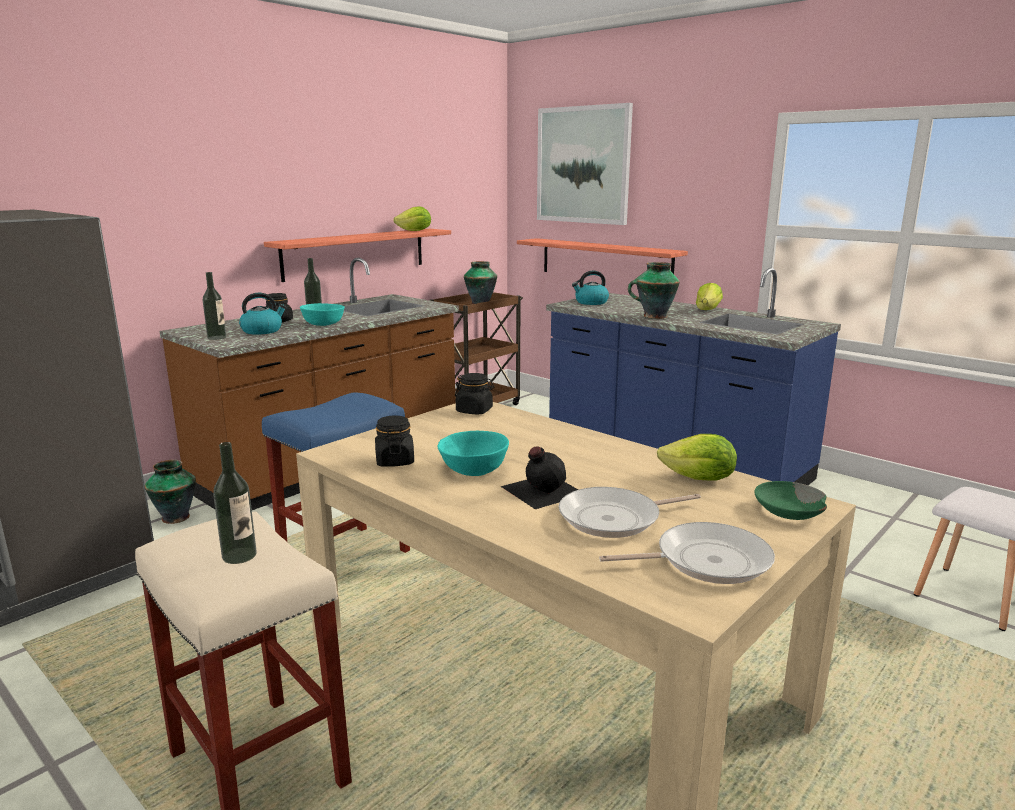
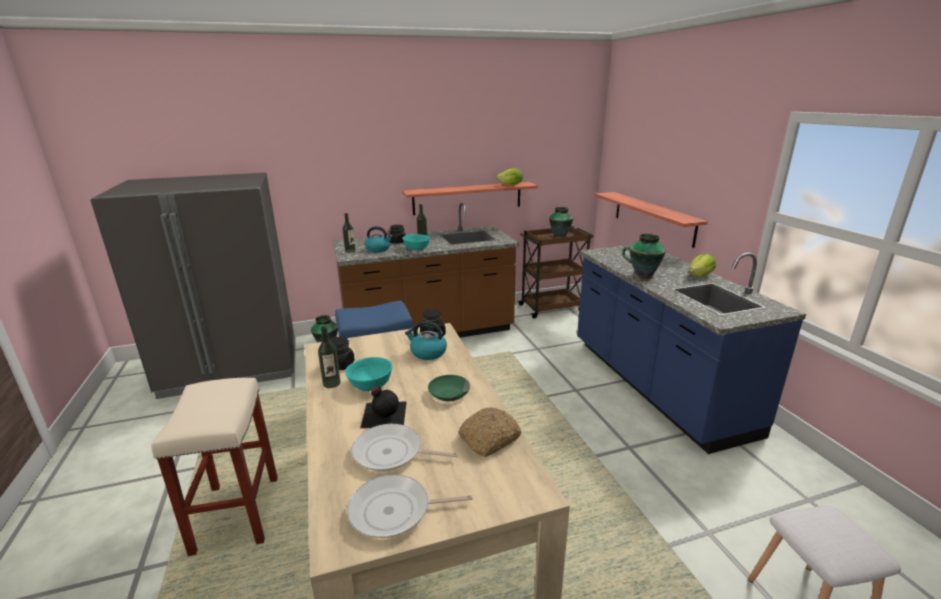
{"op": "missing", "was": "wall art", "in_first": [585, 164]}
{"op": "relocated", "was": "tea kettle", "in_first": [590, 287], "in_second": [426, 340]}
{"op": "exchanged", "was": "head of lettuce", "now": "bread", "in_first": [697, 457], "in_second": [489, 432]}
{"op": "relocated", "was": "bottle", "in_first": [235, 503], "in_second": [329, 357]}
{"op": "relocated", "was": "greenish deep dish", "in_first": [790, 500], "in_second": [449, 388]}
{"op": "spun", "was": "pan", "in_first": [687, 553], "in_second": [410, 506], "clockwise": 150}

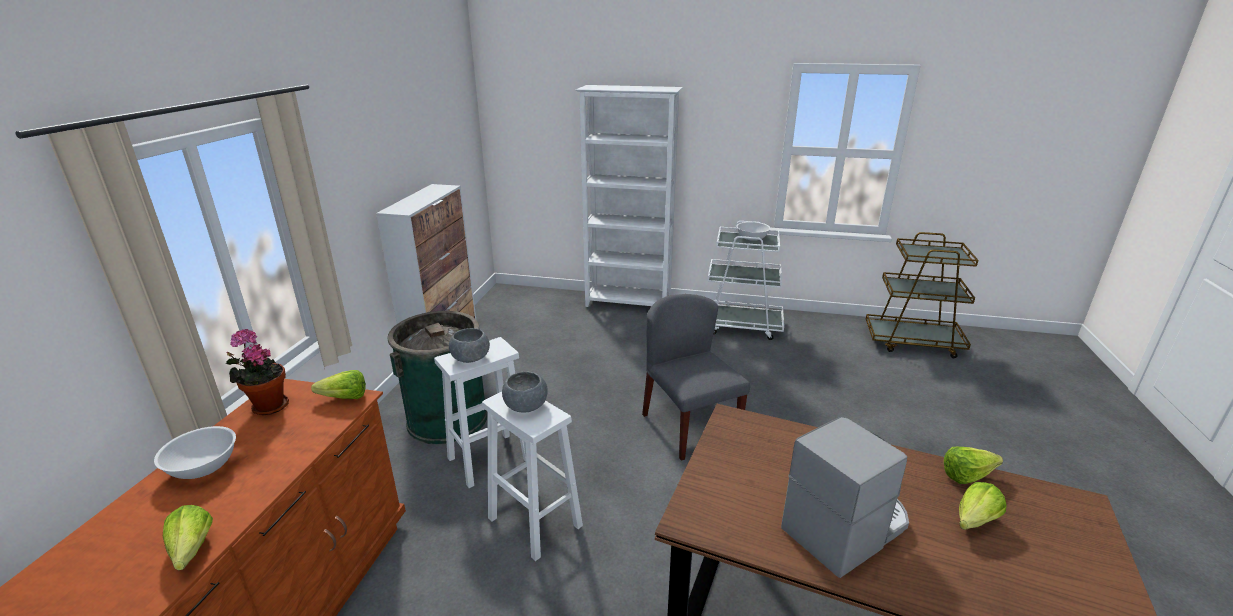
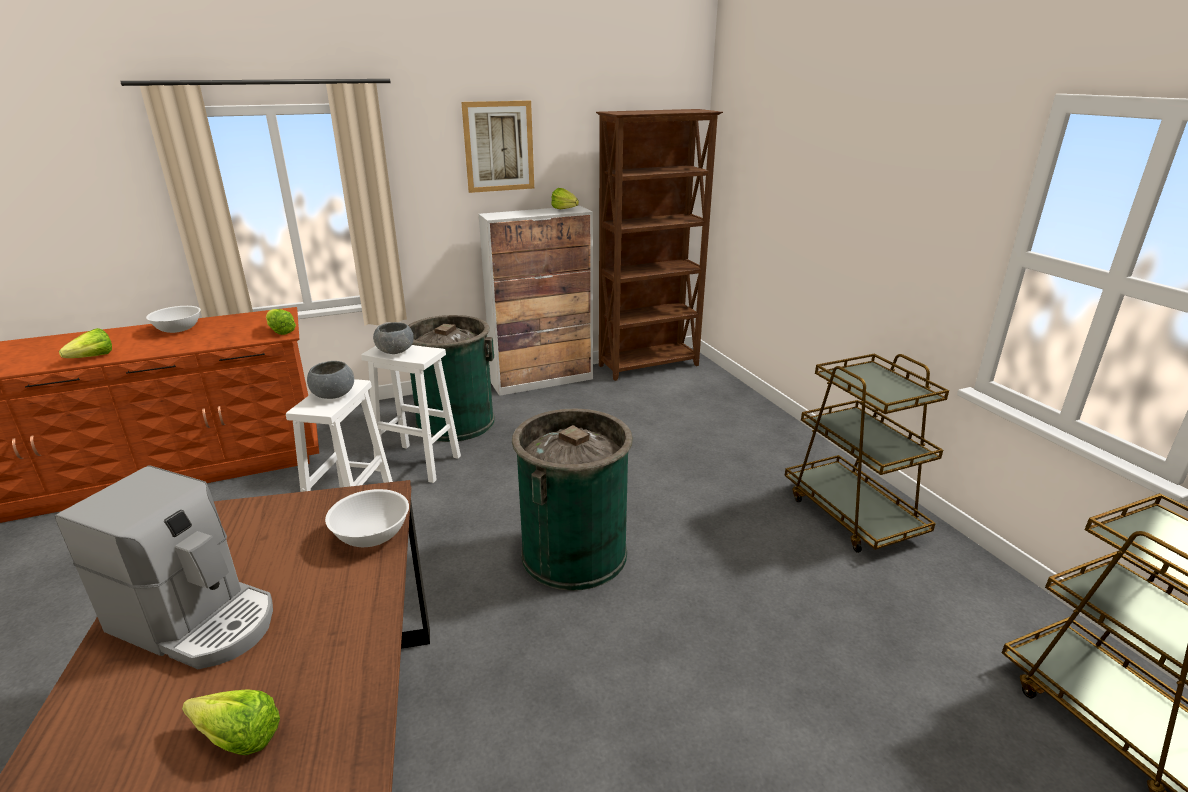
{"op": "missing", "was": "whitish bookcase", "in_first": [629, 196]}
{"op": "colour", "was": "whitish wheeled cart", "now": "brown-coloured wheeled cart", "in_first": [745, 280], "in_second": [867, 453]}
{"op": "relocated", "was": "whitish deep dish", "in_first": [753, 231], "in_second": [367, 518]}
{"op": "exchanged", "was": "gray plain chair", "now": "greenish trash can", "in_first": [696, 377], "in_second": [572, 500]}
{"op": "missing", "was": "potted plant", "in_first": [257, 372]}
{"op": "relocated", "was": "head of lettuce", "in_first": [973, 465], "in_second": [565, 198]}
{"op": "appeared", "now": "wall art", "in_second": [497, 147]}
{"op": "appeared", "now": "brown-coloured bookcase", "in_second": [659, 245]}

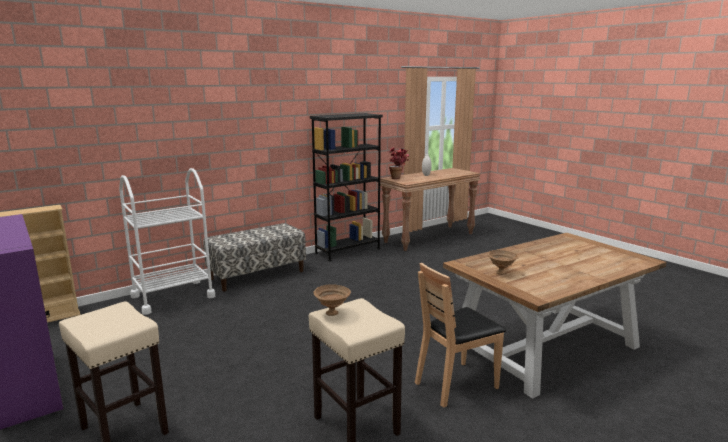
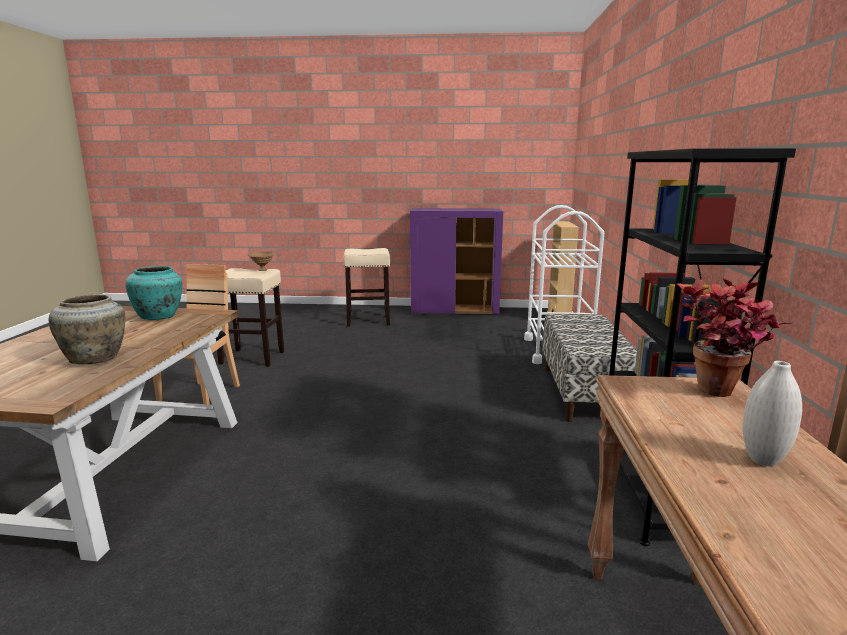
{"op": "exchanged", "was": "brown-coloured deep dish", "now": "blue-green flower vase", "in_first": [503, 262], "in_second": [154, 293]}
{"op": "appeared", "now": "beige-coloured flower vase", "in_second": [87, 329]}

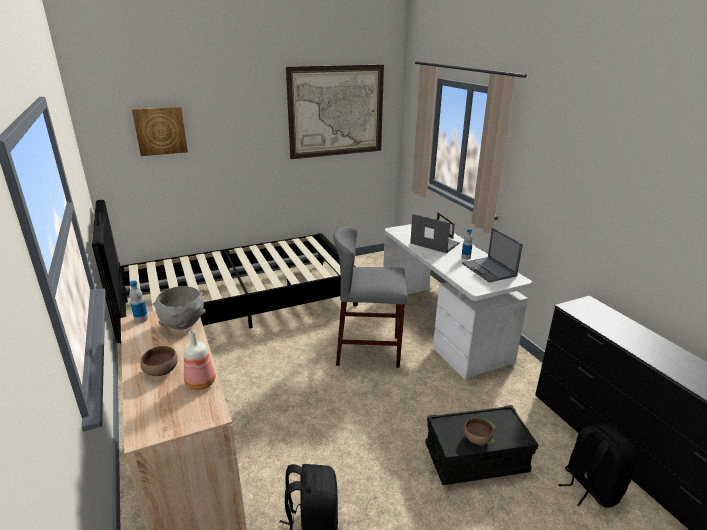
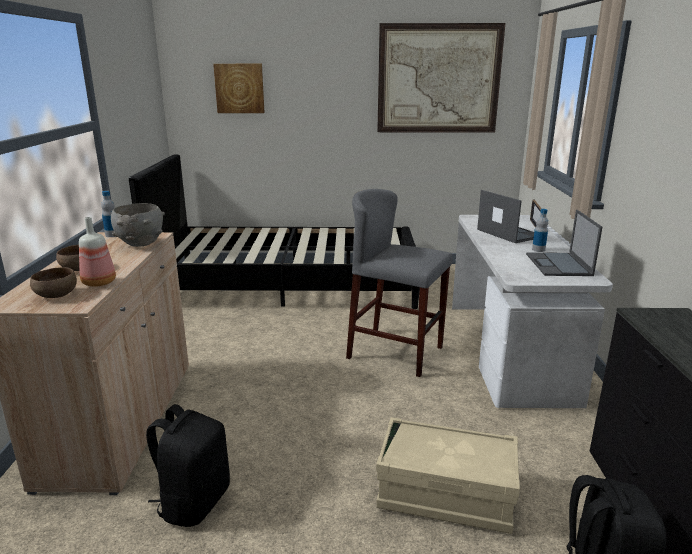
{"op": "colour", "was": "black storage bin", "now": "beige-coloured storage bin", "in_first": [482, 445], "in_second": [448, 475]}
{"op": "relocated", "was": "brown-coloured deep dish", "in_first": [479, 431], "in_second": [53, 282]}

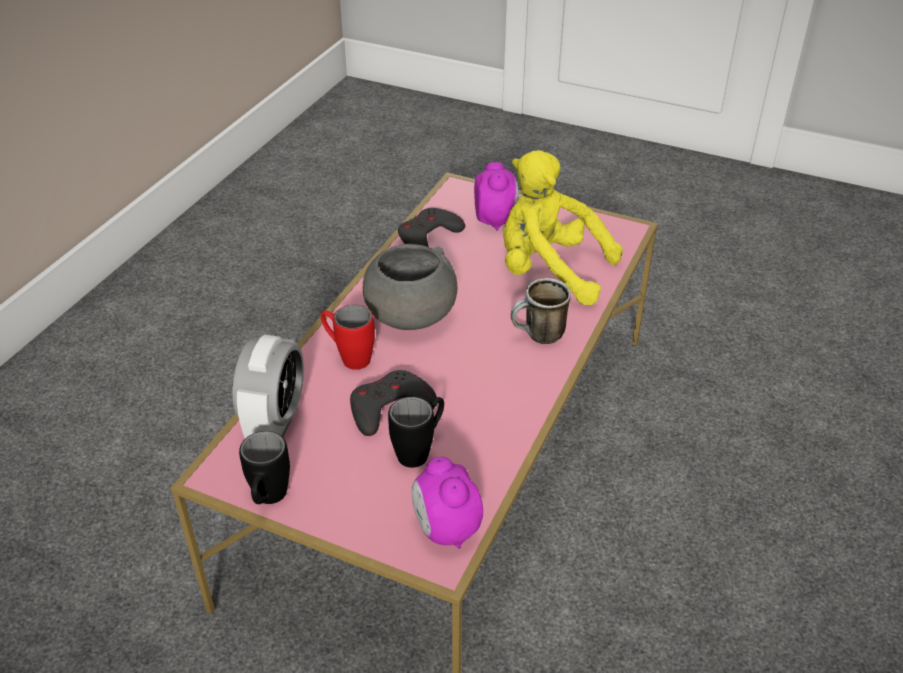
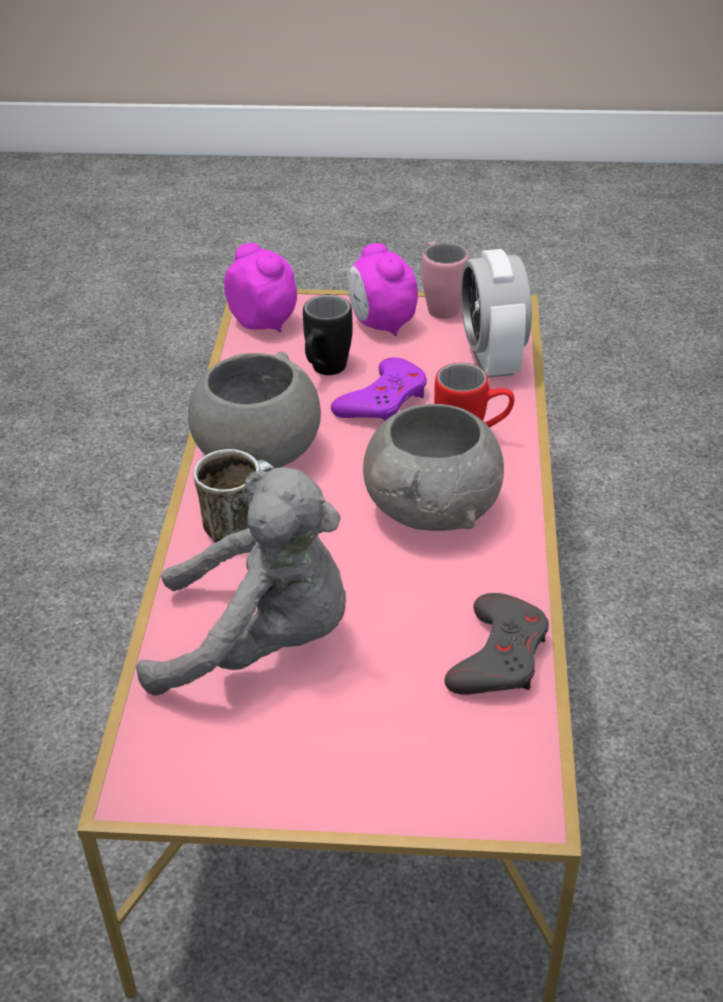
{"op": "colour", "was": "yellowish soft toy", "now": "gray soft toy", "in_first": [563, 227], "in_second": [241, 581]}
{"op": "relocated", "was": "alarm clock", "in_first": [496, 196], "in_second": [383, 289]}
{"op": "colour", "was": "gray gamepad", "now": "purple gamepad", "in_first": [393, 403], "in_second": [379, 389]}
{"op": "colour", "was": "black coffee mug", "now": "pink-coloured coffee mug", "in_first": [264, 467], "in_second": [445, 280]}
{"op": "appeared", "now": "gray deep dish", "in_second": [254, 412]}

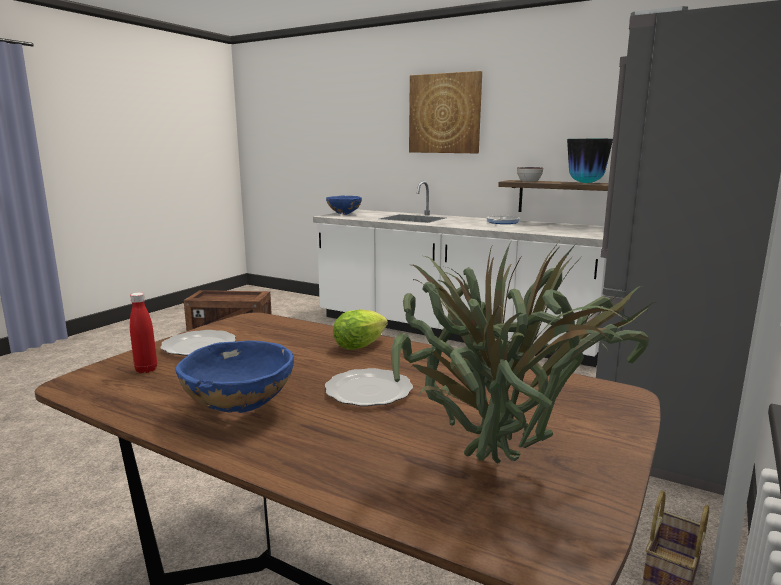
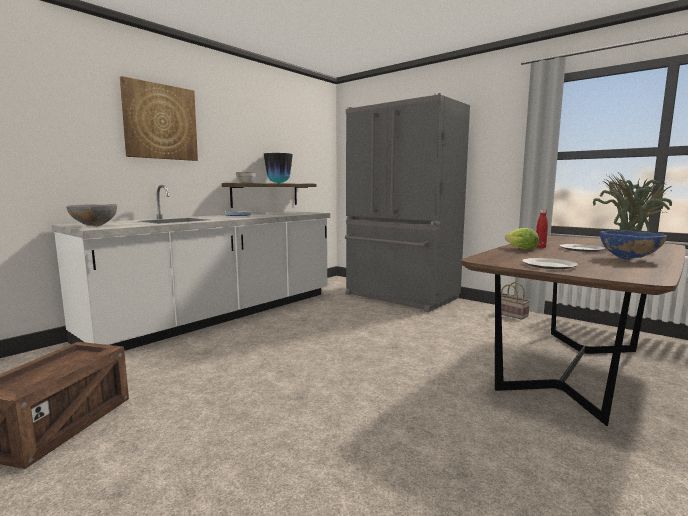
{"op": "colour", "was": "blue-coloured deep dish", "now": "gray deep dish", "in_first": [344, 205], "in_second": [91, 215]}
{"op": "relocated", "was": "red bottle", "in_first": [143, 332], "in_second": [542, 228]}

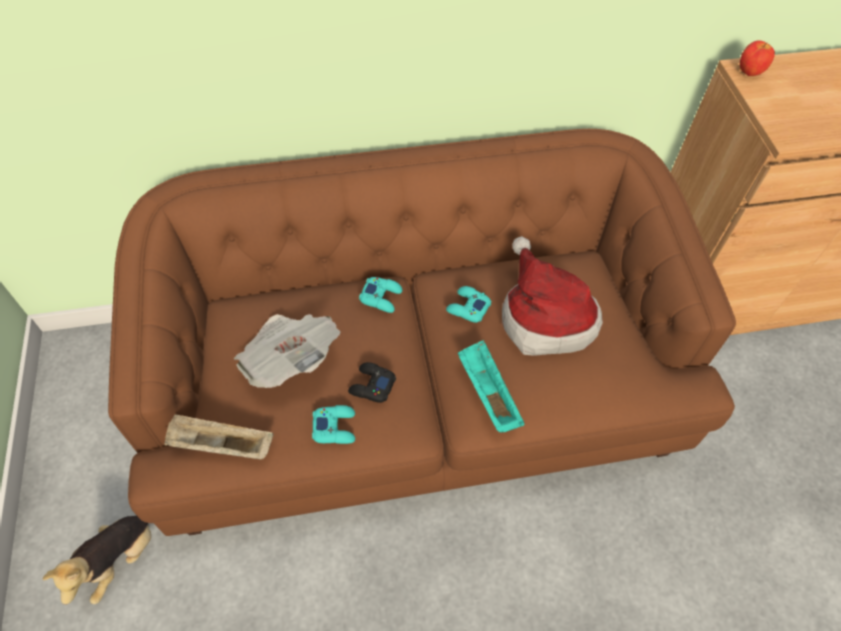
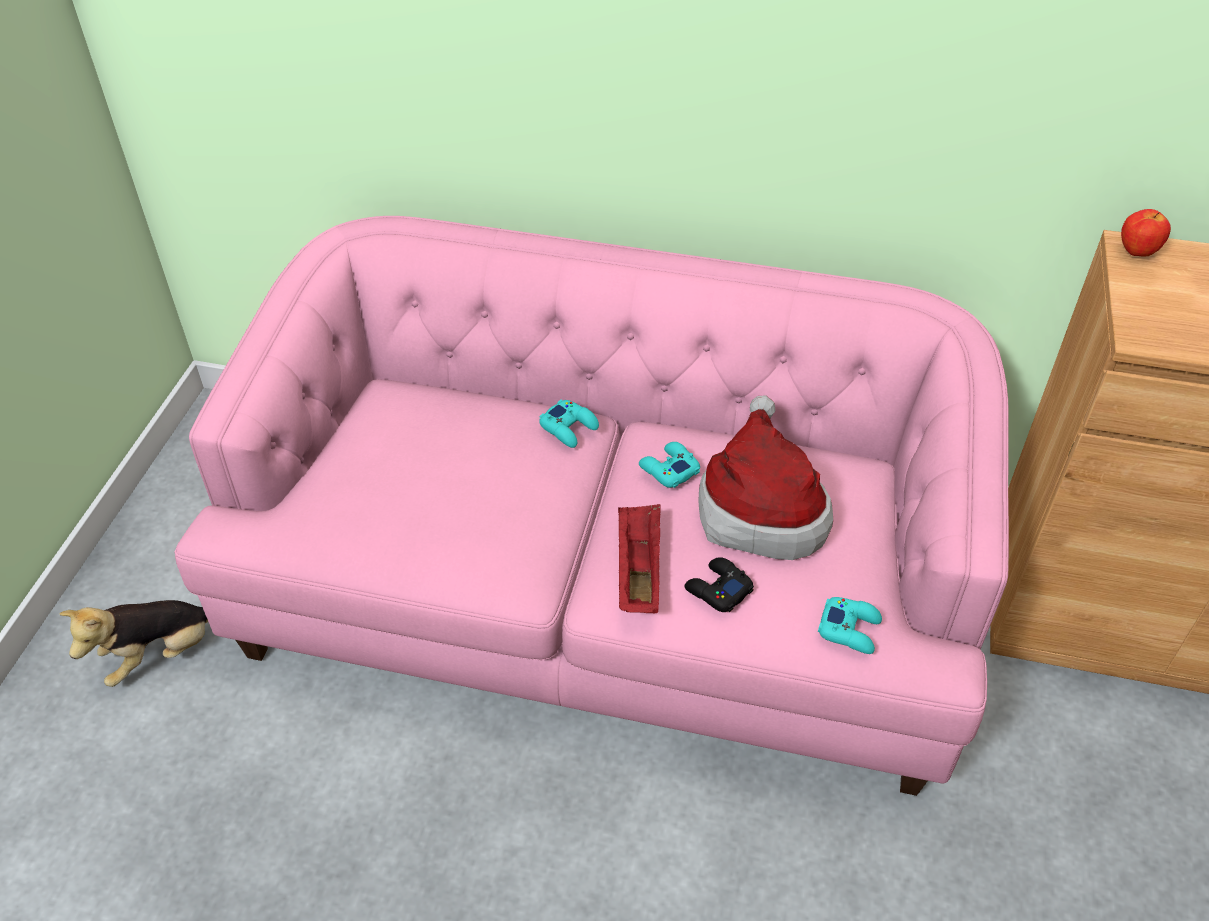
{"op": "colour", "was": "brown-coloured couch", "now": "pink-coloured couch", "in_first": [422, 332], "in_second": [591, 506]}
{"op": "missing", "was": "printed paper", "in_first": [287, 351]}
{"op": "colour", "was": "blue-green carrying tray", "now": "red carrying tray", "in_first": [491, 386], "in_second": [639, 558]}
{"op": "relocated", "was": "black gamepad", "in_first": [372, 382], "in_second": [719, 584]}
{"op": "relocated", "was": "blue-green gamepad", "in_first": [333, 424], "in_second": [850, 625]}
{"op": "missing", "was": "beige-coloured carrying tray", "in_first": [219, 437]}

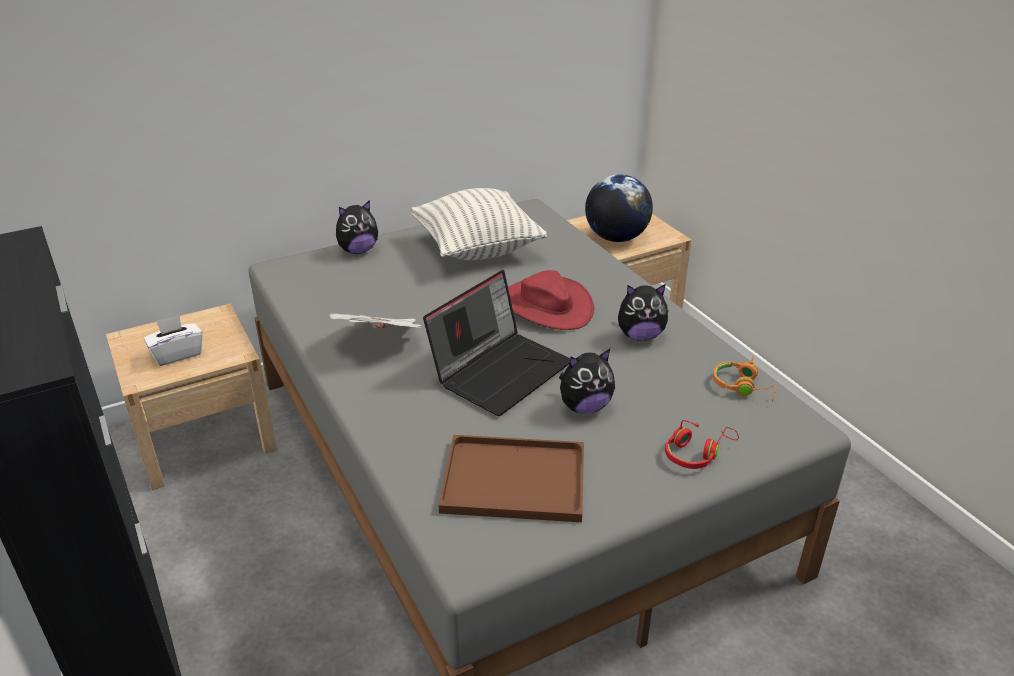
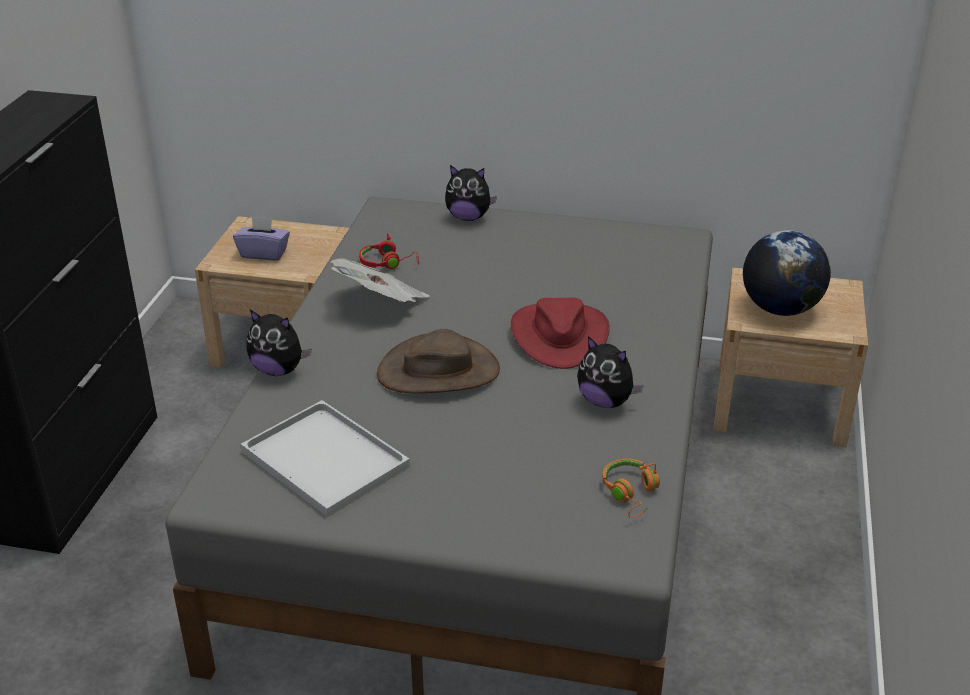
{"op": "missing", "was": "pillow", "in_first": [478, 224]}
{"op": "exchanged", "was": "notebook computer", "now": "brown-coloured clothing hat", "in_first": [496, 343], "in_second": [438, 361]}
{"op": "colour", "was": "whitish box of tissues", "now": "purple box of tissues", "in_first": [173, 340], "in_second": [261, 238]}
{"op": "relocated", "was": "soft toy", "in_first": [587, 381], "in_second": [278, 343]}
{"op": "relocated", "was": "red pair of headphones", "in_first": [702, 444], "in_second": [389, 251]}
{"op": "colour", "was": "brown-coloured carrying tray", "now": "whitish carrying tray", "in_first": [511, 478], "in_second": [325, 458]}

